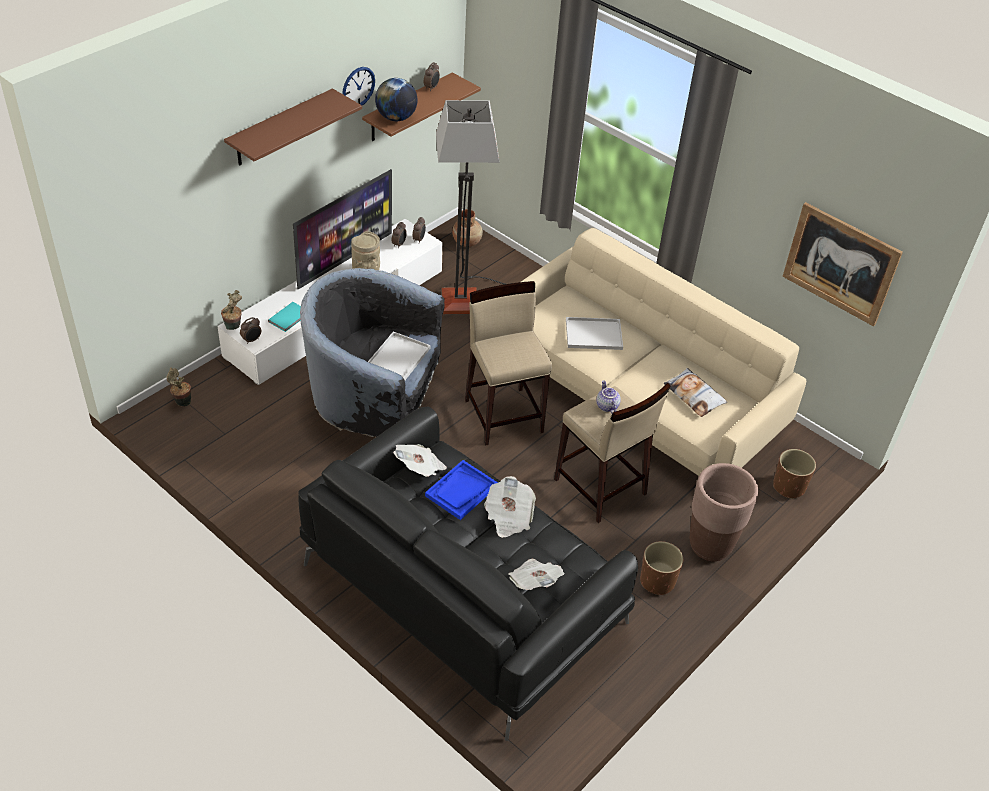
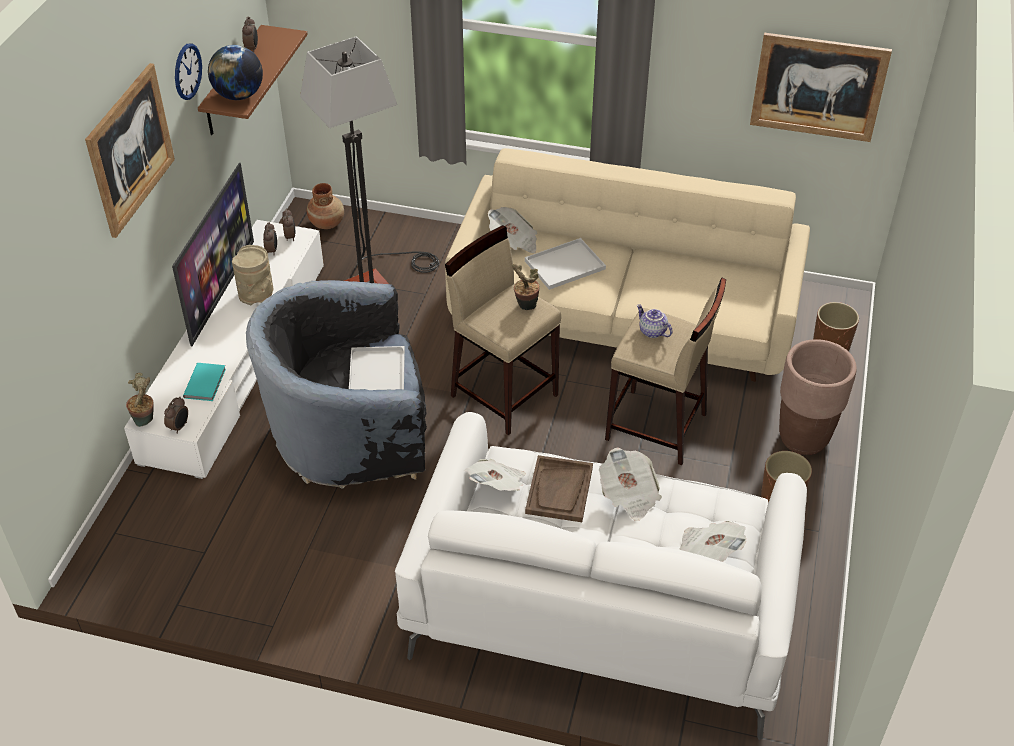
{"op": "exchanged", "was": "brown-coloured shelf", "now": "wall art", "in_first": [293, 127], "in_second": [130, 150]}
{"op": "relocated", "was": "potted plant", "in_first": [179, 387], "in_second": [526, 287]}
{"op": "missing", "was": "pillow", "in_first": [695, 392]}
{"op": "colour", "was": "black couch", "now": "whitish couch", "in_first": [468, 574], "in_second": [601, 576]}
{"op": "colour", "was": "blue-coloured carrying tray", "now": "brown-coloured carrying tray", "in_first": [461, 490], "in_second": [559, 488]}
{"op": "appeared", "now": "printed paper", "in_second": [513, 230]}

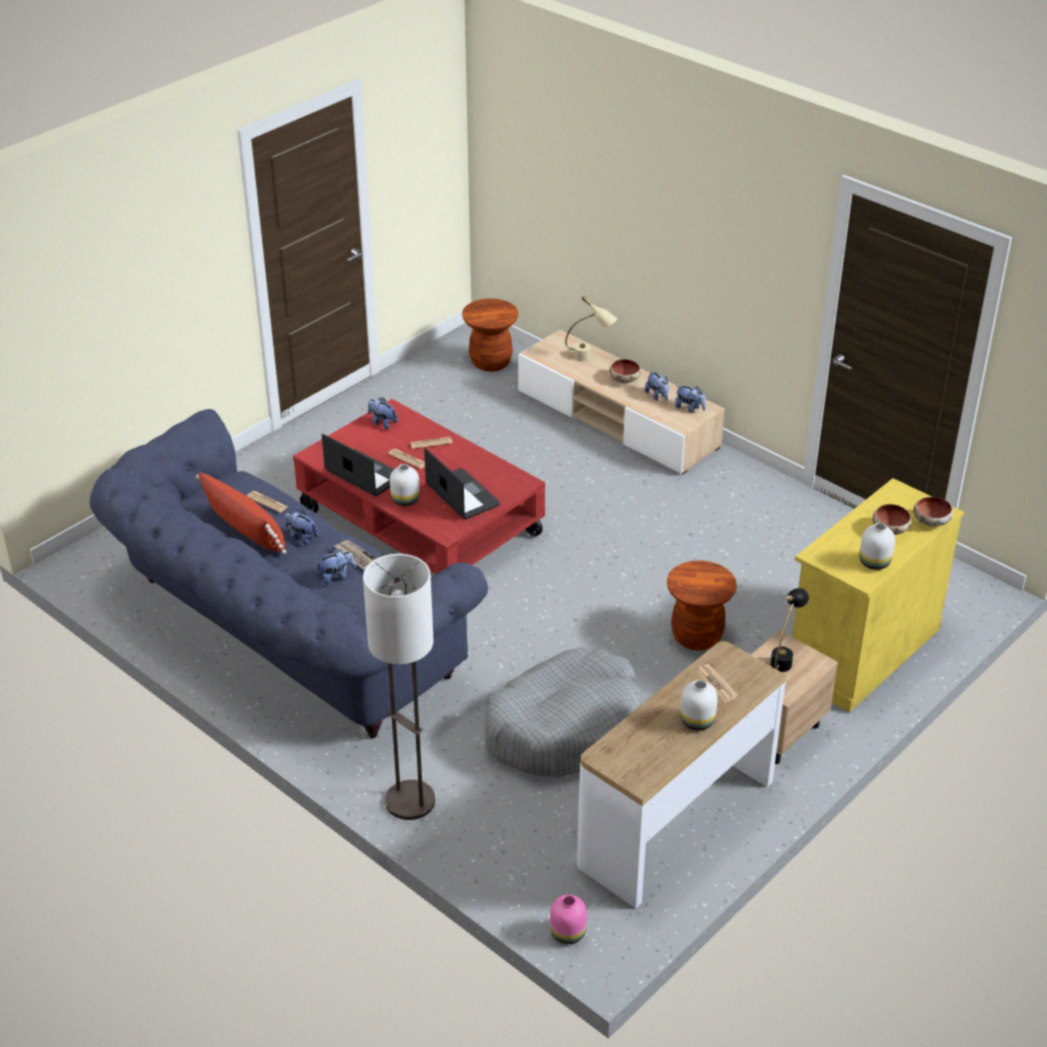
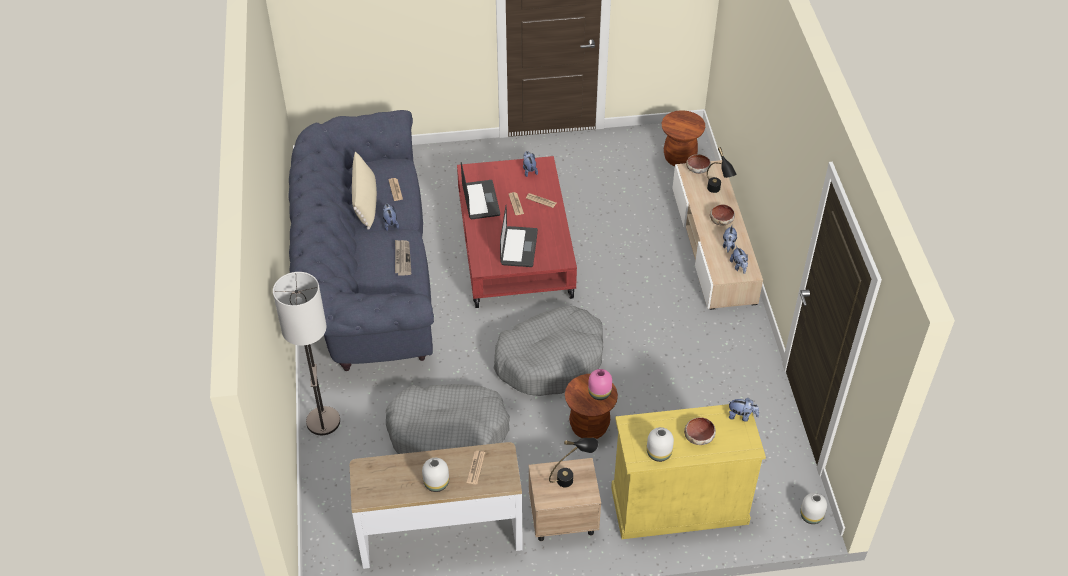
{"op": "colour", "was": "beige-coloured lamp for a table", "now": "black lamp for a table", "in_first": [591, 328], "in_second": [721, 170]}
{"op": "relocated", "was": "whitish flower vase", "in_first": [405, 485], "in_second": [813, 508]}
{"op": "colour", "was": "red pillow", "now": "beige-coloured pillow", "in_first": [241, 513], "in_second": [364, 191]}
{"op": "relocated", "was": "deep dish", "in_first": [933, 511], "in_second": [698, 164]}
{"op": "relocated", "was": "soft toy", "in_first": [335, 567], "in_second": [744, 410]}
{"op": "relocated", "was": "pink-coloured flower vase", "in_first": [568, 919], "in_second": [600, 384]}
{"op": "appeared", "now": "gray pet bed", "in_second": [548, 351]}

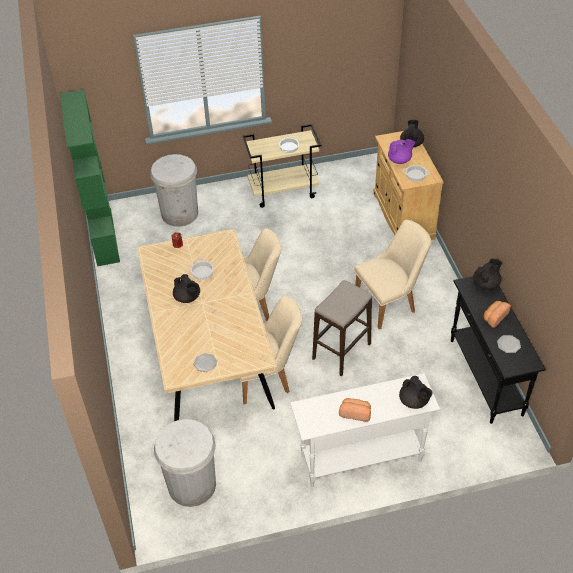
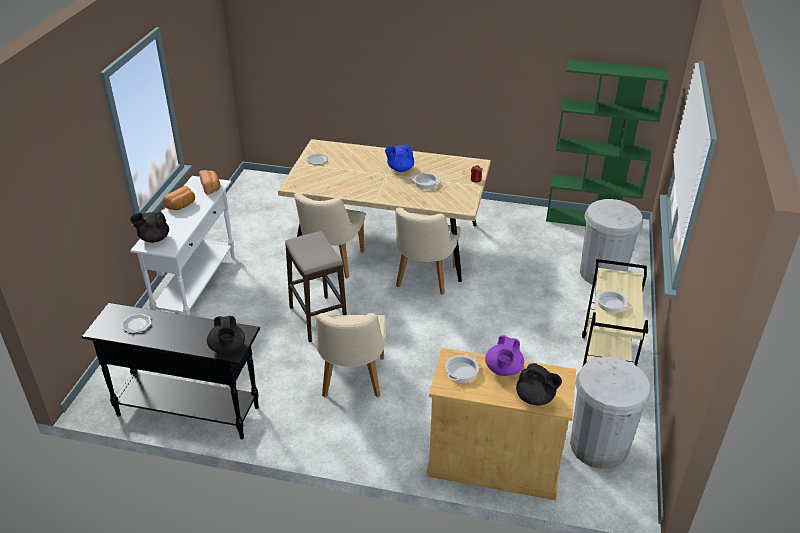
{"op": "colour", "was": "black tea pot", "now": "blue-coloured tea pot", "in_first": [186, 288], "in_second": [399, 158]}
{"op": "relocated", "was": "bread", "in_first": [497, 314], "in_second": [209, 182]}
{"op": "relocated", "was": "whitish trash can", "in_first": [185, 463], "in_second": [610, 413]}

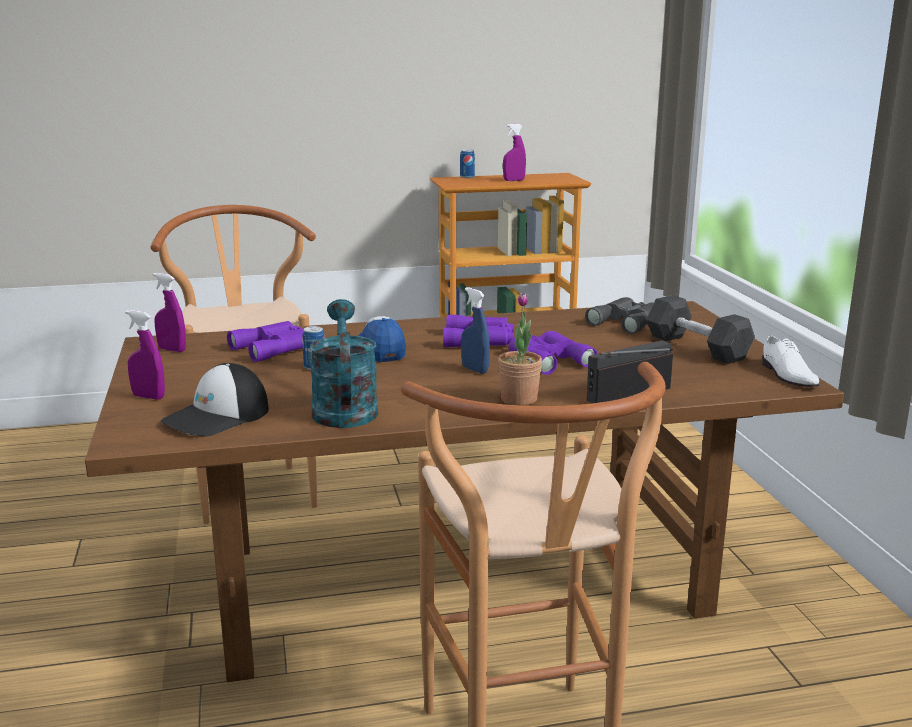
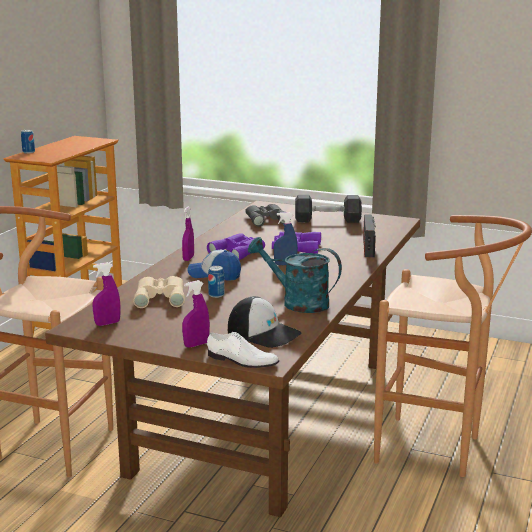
{"op": "relocated", "was": "purple hand sprayer", "in_first": [514, 152], "in_second": [188, 234]}
{"op": "missing", "was": "potted plant", "in_first": [520, 349]}
{"op": "colour", "was": "purple binoculars", "now": "beige-coloured binoculars", "in_first": [265, 341], "in_second": [159, 292]}
{"op": "relocated", "was": "whitish shoe", "in_first": [791, 361], "in_second": [243, 350]}
{"op": "spun", "was": "peaked cap", "in_first": [215, 400], "in_second": [264, 322], "clockwise": -45}

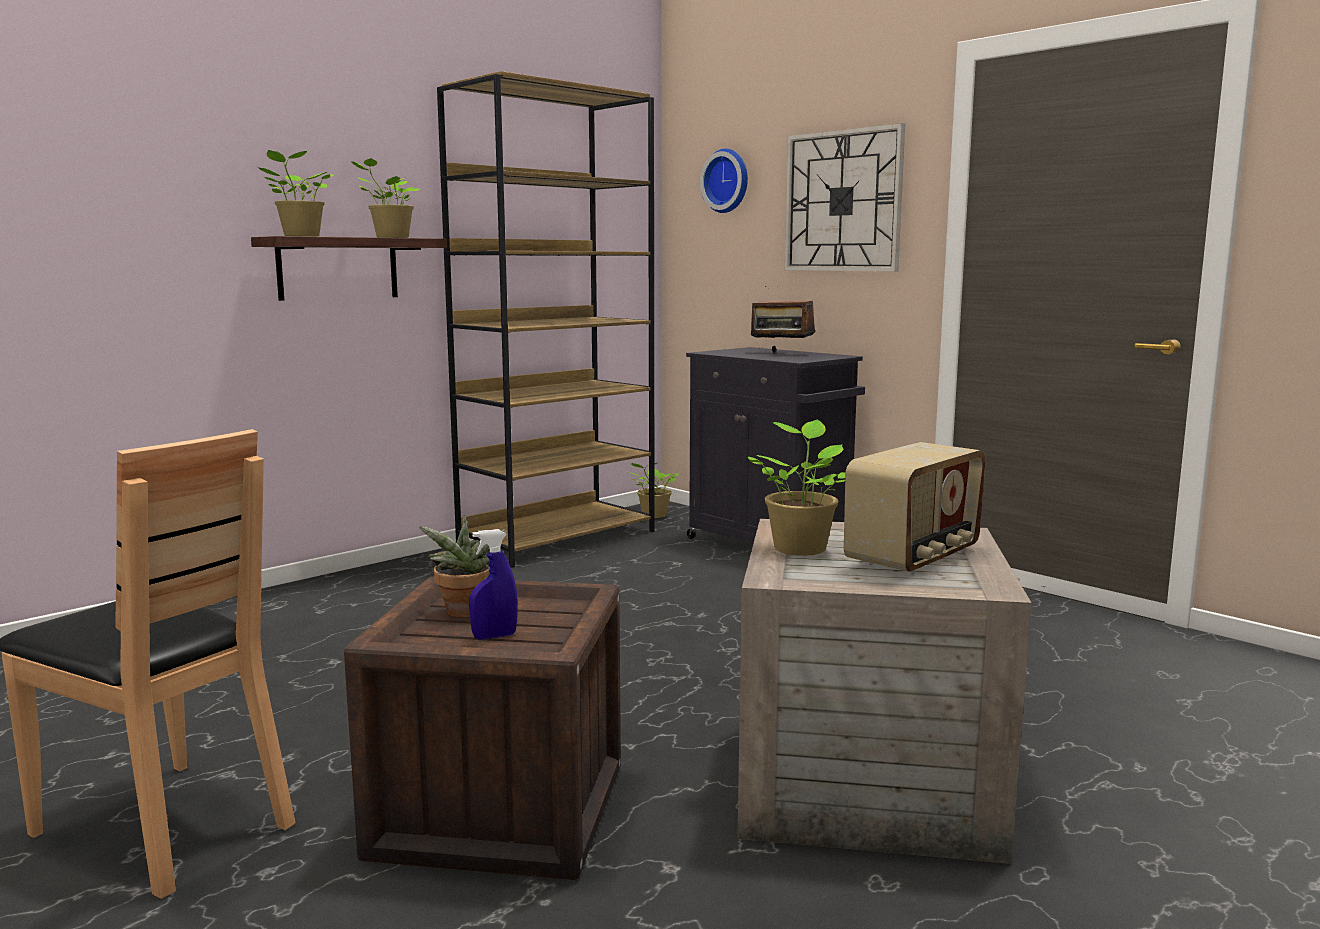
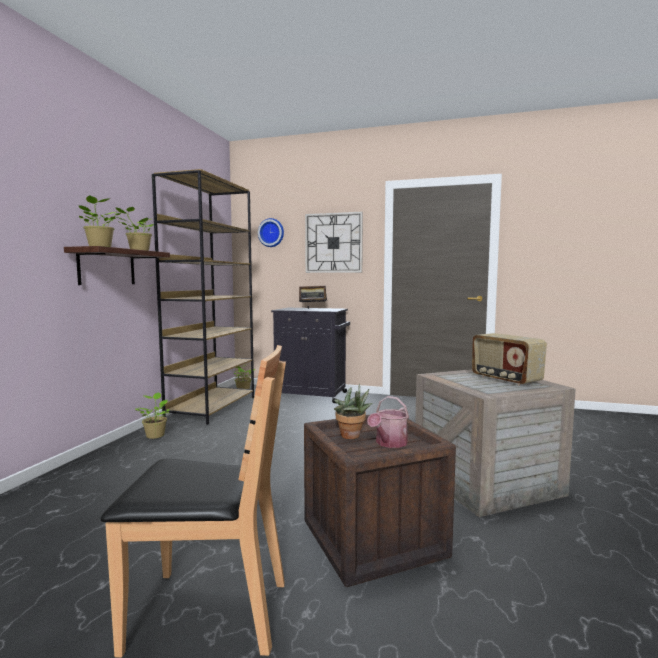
{"op": "relocated", "was": "potted plant", "in_first": [796, 488], "in_second": [152, 415]}
{"op": "spun", "was": "radio set", "in_first": [915, 508], "in_second": [509, 359], "clockwise": 135}
{"op": "exchanged", "was": "blue-coloured hand sprayer", "now": "sprinkling can", "in_first": [493, 584], "in_second": [388, 422]}

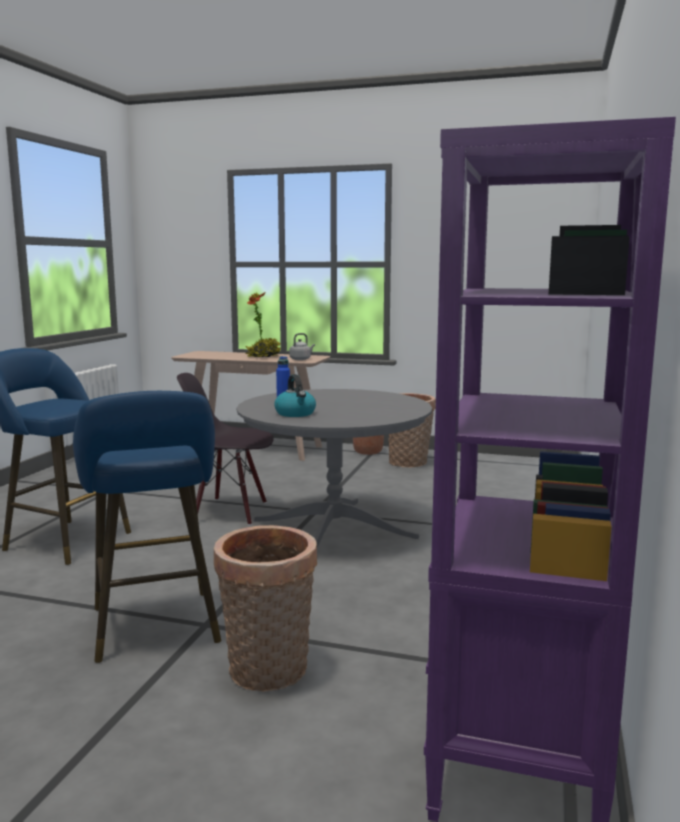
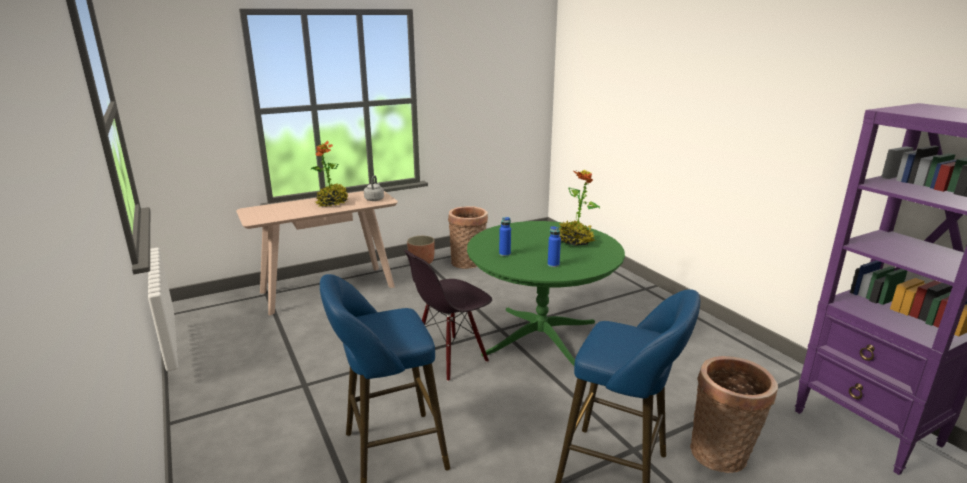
{"op": "exchanged", "was": "tea kettle", "now": "blue-coloured bottle", "in_first": [295, 395], "in_second": [554, 246]}
{"op": "colour", "was": "gray kitchen table", "now": "greenish kitchen table", "in_first": [334, 468], "in_second": [546, 293]}
{"op": "appeared", "now": "potted plant", "in_second": [579, 208]}

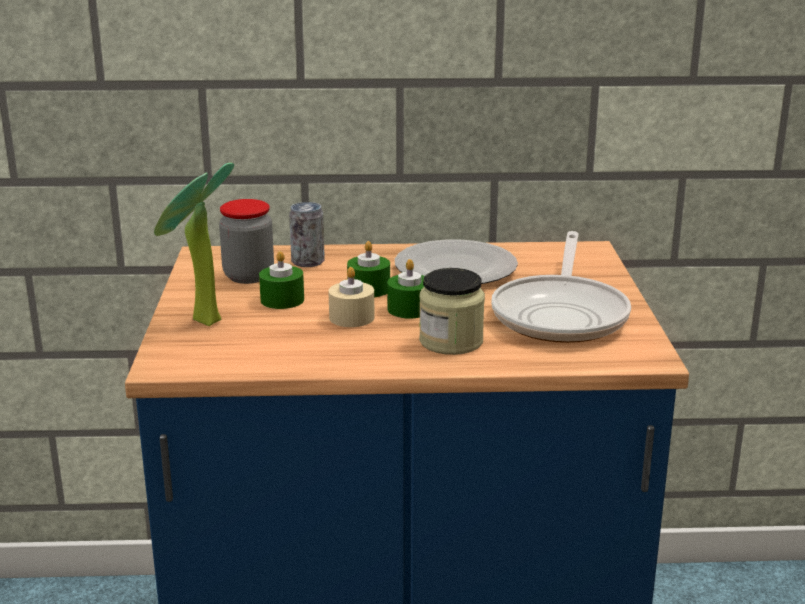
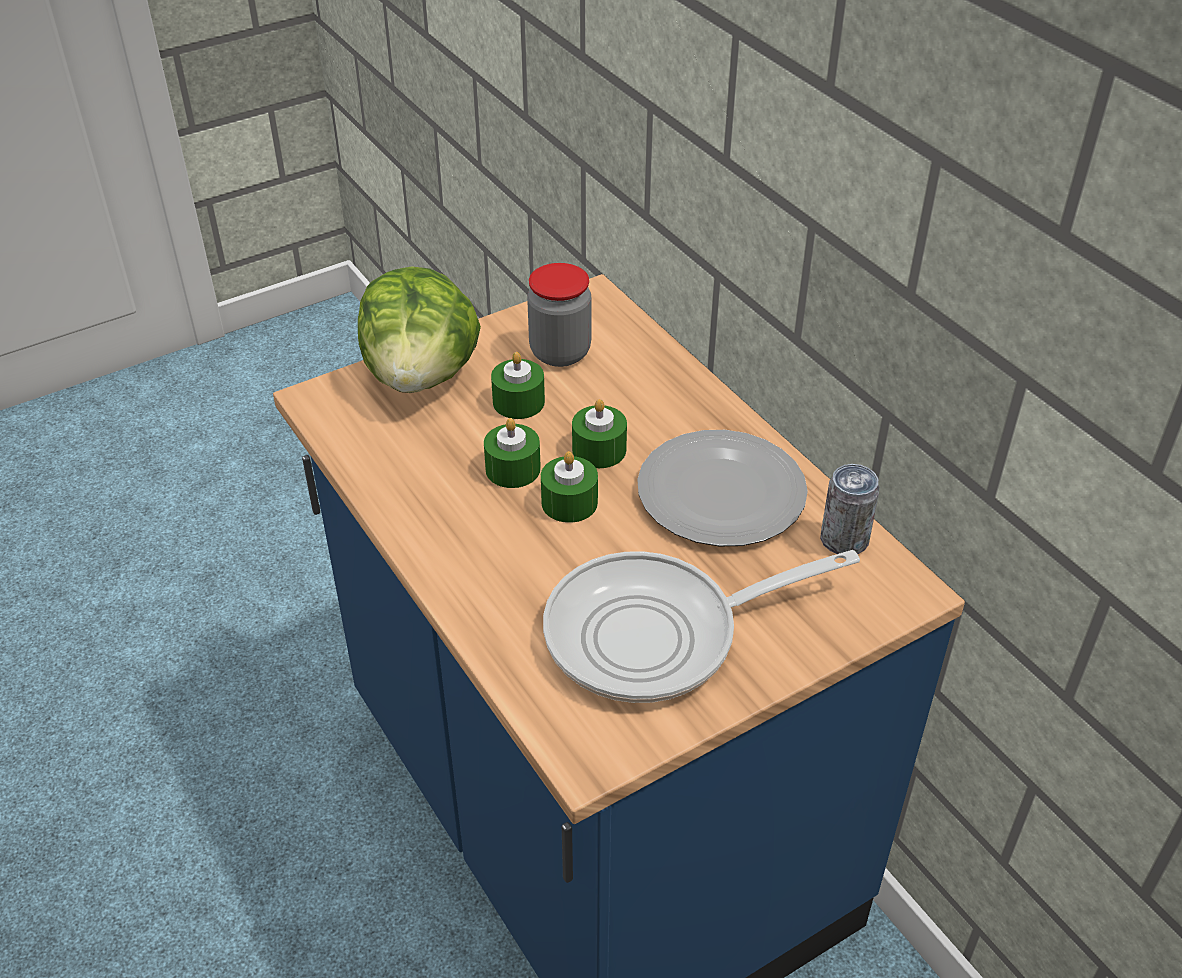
{"op": "exchanged", "was": "potted plant", "now": "head of lettuce", "in_first": [194, 244], "in_second": [419, 329]}
{"op": "relocated", "was": "metal can", "in_first": [307, 234], "in_second": [849, 509]}
{"op": "colour", "was": "beige-coloured wax light", "now": "greenish wax light", "in_first": [351, 297], "in_second": [512, 453]}
{"op": "missing", "was": "jar", "in_first": [452, 311]}

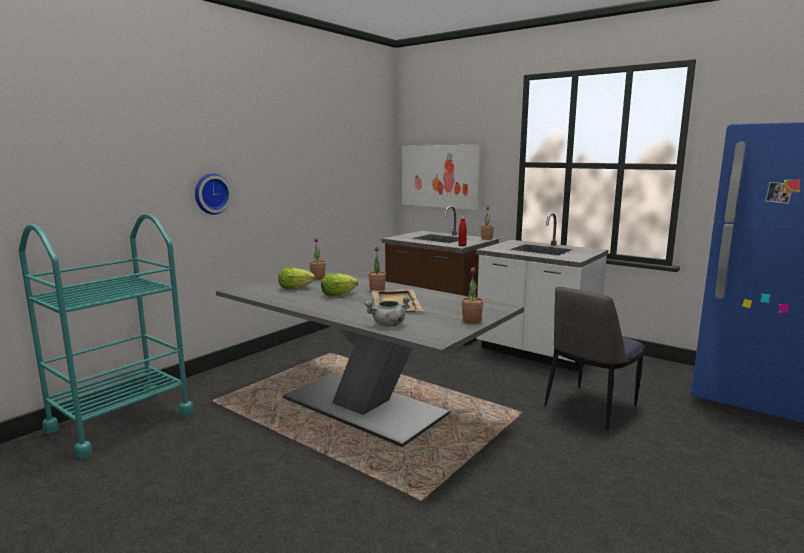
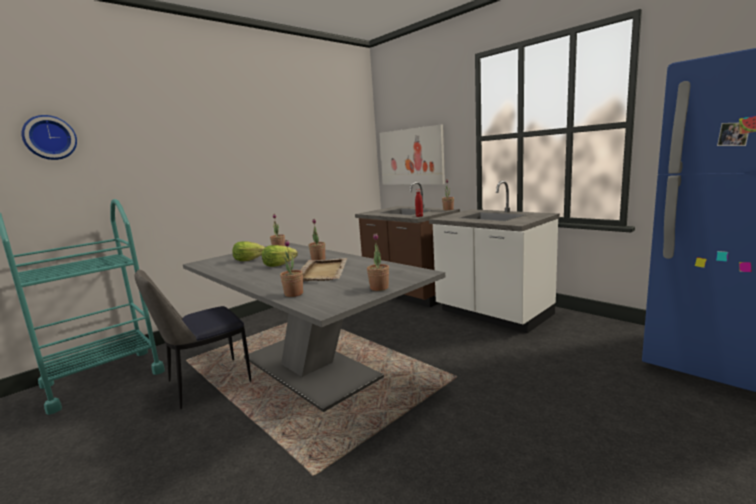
{"op": "relocated", "was": "clock on the wall", "in_first": [213, 194], "in_second": [49, 137]}
{"op": "relocated", "was": "plain chair", "in_first": [594, 358], "in_second": [192, 339]}
{"op": "exchanged", "was": "gray saucepot", "now": "potted plant", "in_first": [387, 312], "in_second": [291, 268]}

